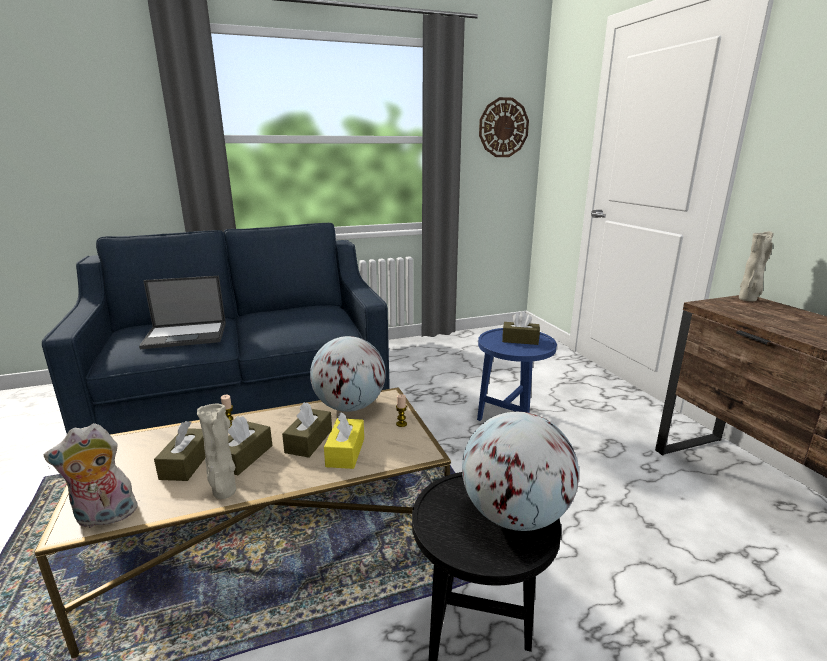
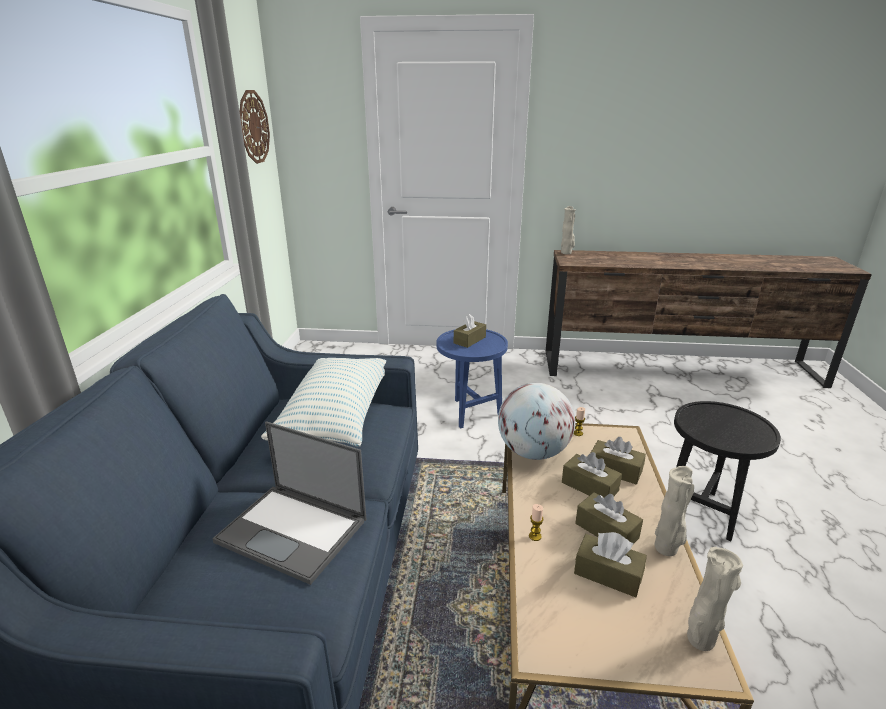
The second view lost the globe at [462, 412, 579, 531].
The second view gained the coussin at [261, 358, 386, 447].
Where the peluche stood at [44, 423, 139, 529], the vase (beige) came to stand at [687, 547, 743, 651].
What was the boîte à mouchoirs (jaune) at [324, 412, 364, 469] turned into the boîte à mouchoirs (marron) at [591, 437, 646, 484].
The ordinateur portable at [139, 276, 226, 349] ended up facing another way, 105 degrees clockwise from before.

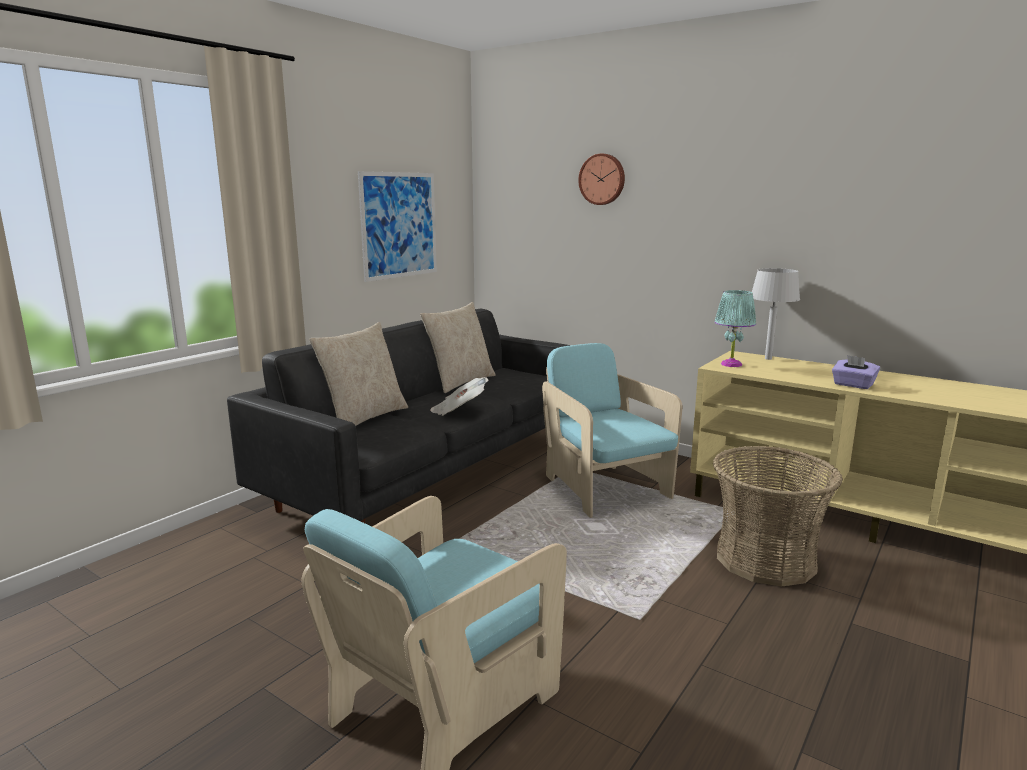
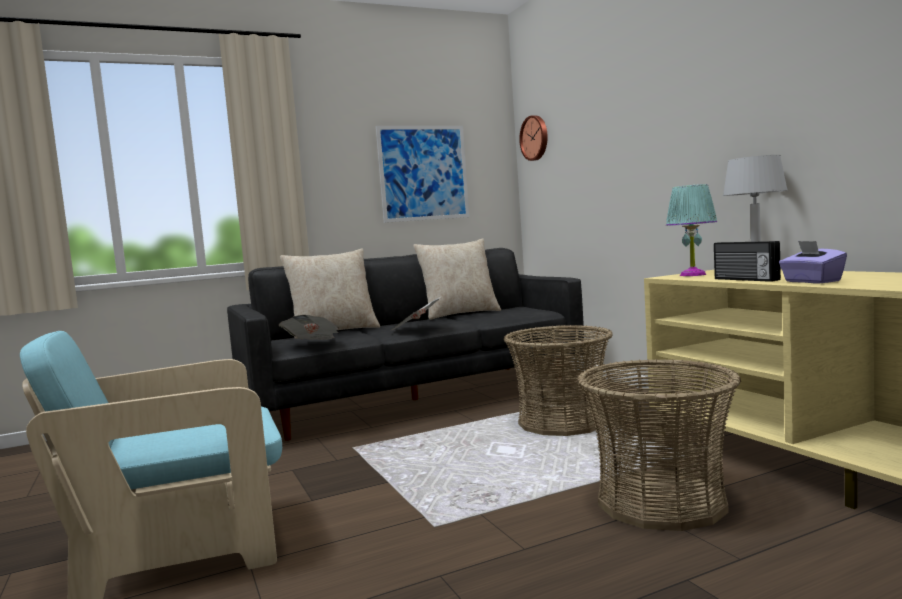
The second view gained the journal at [279, 315, 339, 340].
The second view gained the radio at [714, 241, 781, 282].
The horloge murale ended up elsewhere, having gone from [578, 154, 625, 205] to [519, 116, 548, 161].
Where the fauteuil (turquoise) stood at [542, 343, 683, 518], the panier came to stand at [504, 325, 613, 436].

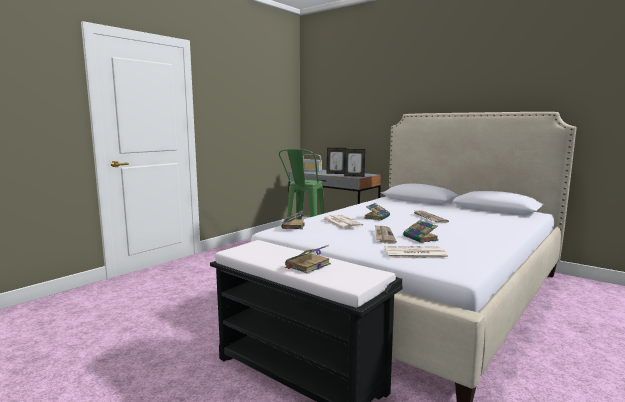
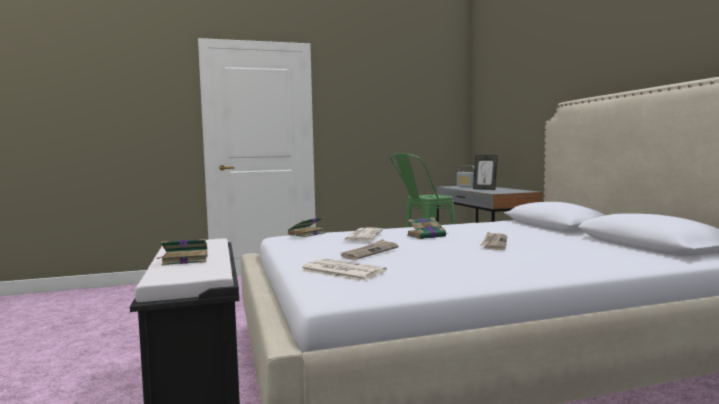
The second view lost the cadre photo at [344, 149, 365, 177].
The second view lost the livre at [403, 220, 439, 243].

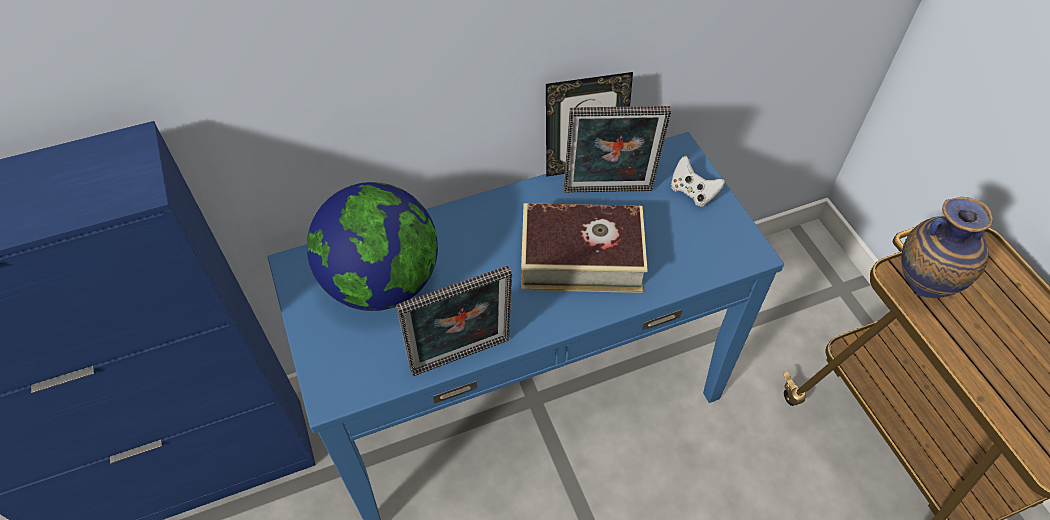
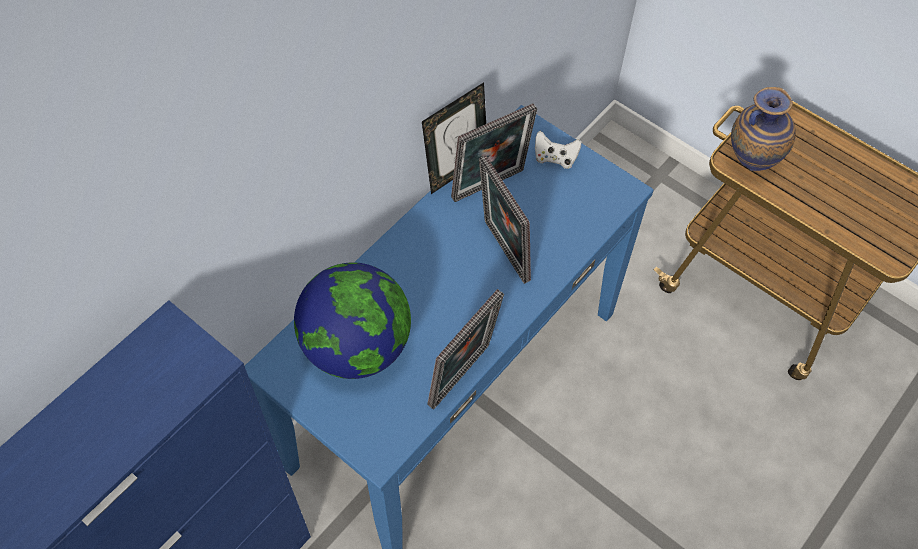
Where the livre stood at [521, 203, 648, 293], the cadre photo came to stand at [479, 155, 531, 284].

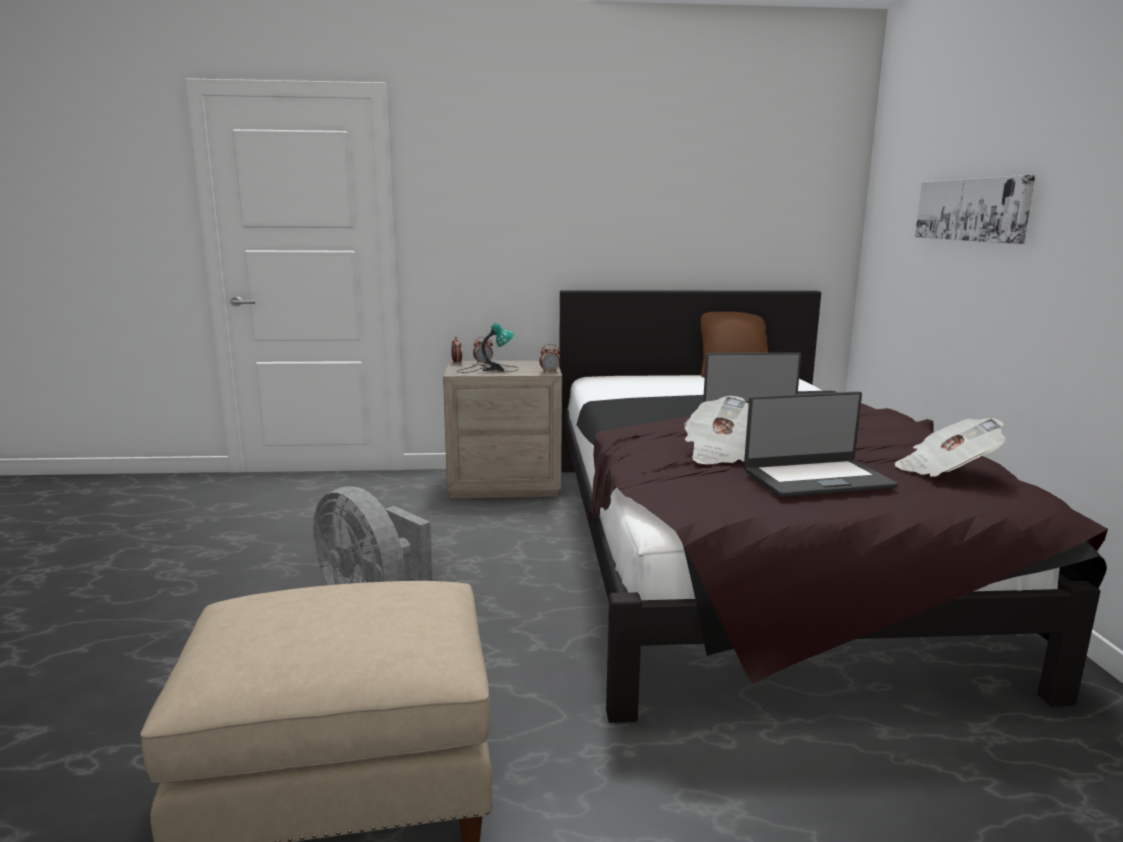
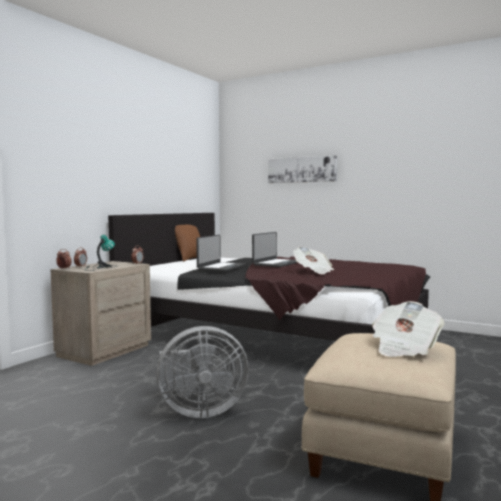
The ordinateur portable ended up elsewhere, having gone from [744, 391, 898, 497] to [196, 235, 246, 271].
The journal ended up elsewhere, having gone from [895, 418, 1006, 477] to [372, 301, 445, 357].

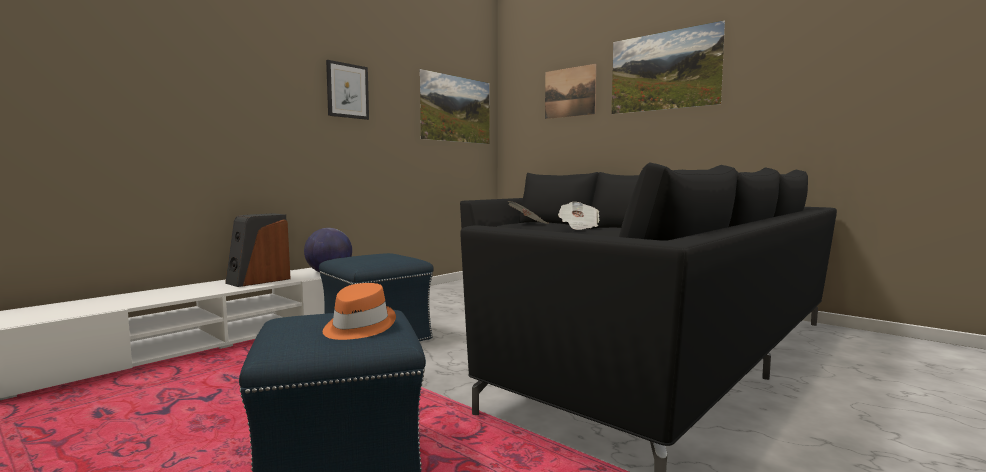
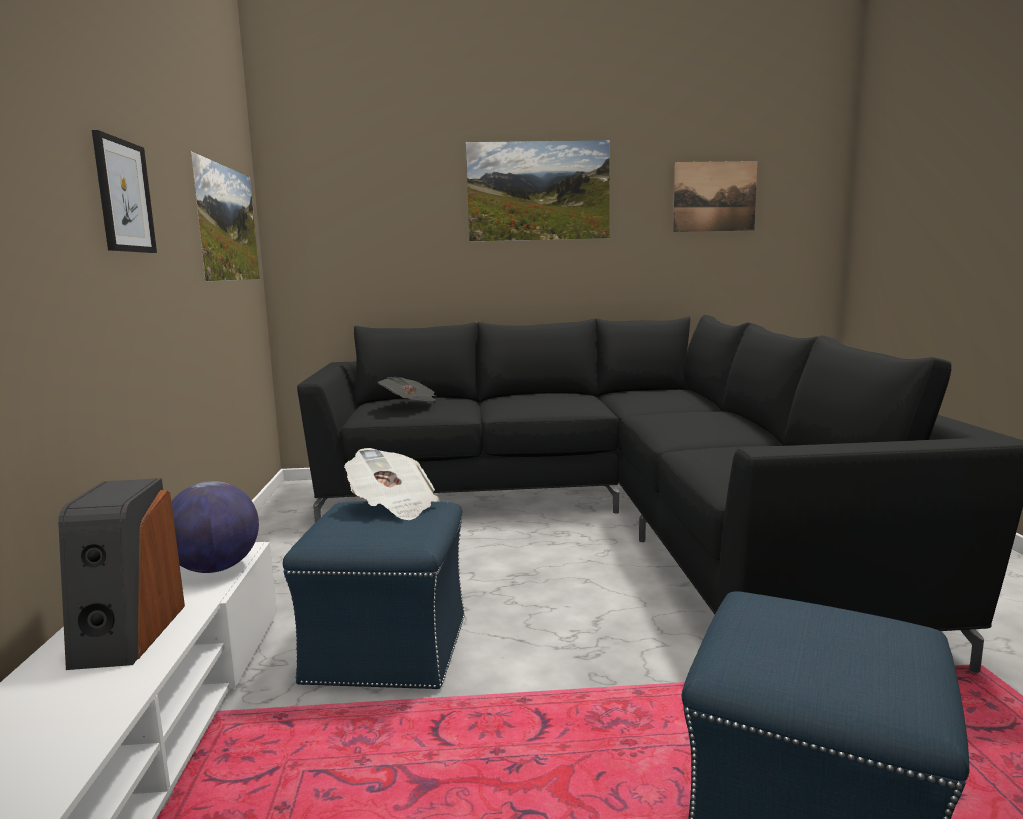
The second view lost the chapeau (orange) at [323, 283, 396, 340].
The tableau ended up elsewhere, having gone from [545, 64, 596, 119] to [673, 161, 757, 232].
The journal ended up elsewhere, having gone from [558, 202, 599, 230] to [344, 448, 439, 520].

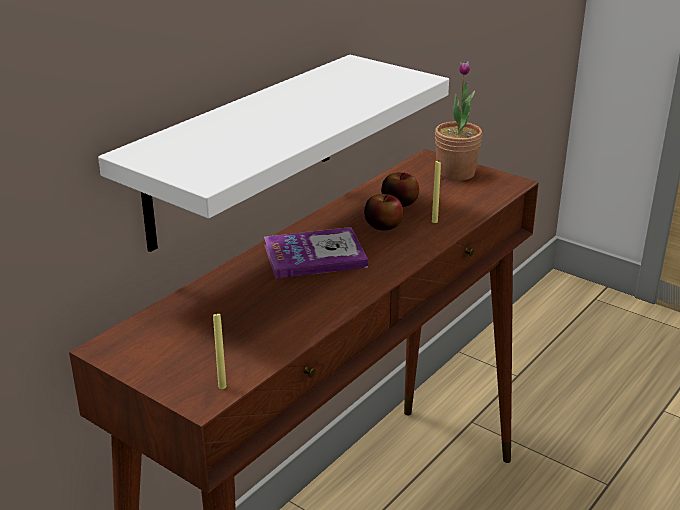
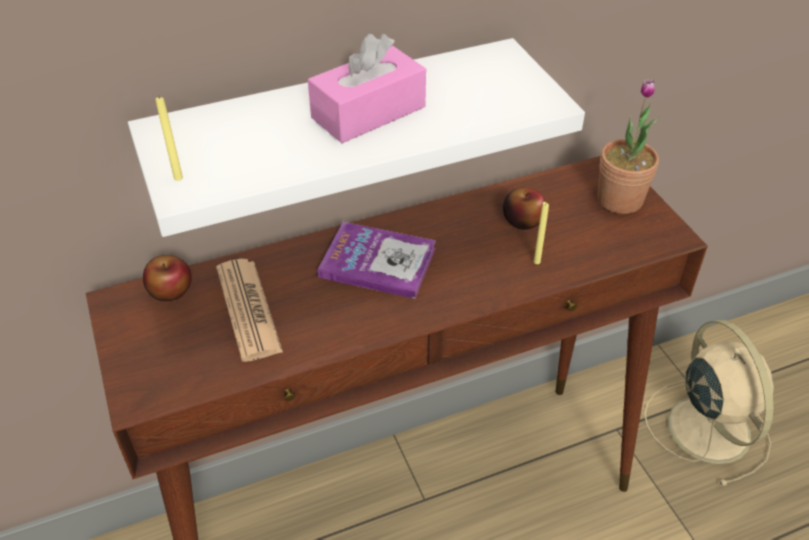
The second view gained the journal at [216, 259, 283, 362].
The second view gained the boîte à mouchoirs (rose) at [308, 34, 426, 143].
The second view gained the ventilateur (beige) at [644, 320, 774, 486].
The bougie (jaune) ended up elsewhere, having gone from [213, 312, 226, 389] to [155, 97, 183, 181].
The pomme ended up elsewhere, having gone from [364, 194, 403, 231] to [143, 255, 192, 301].

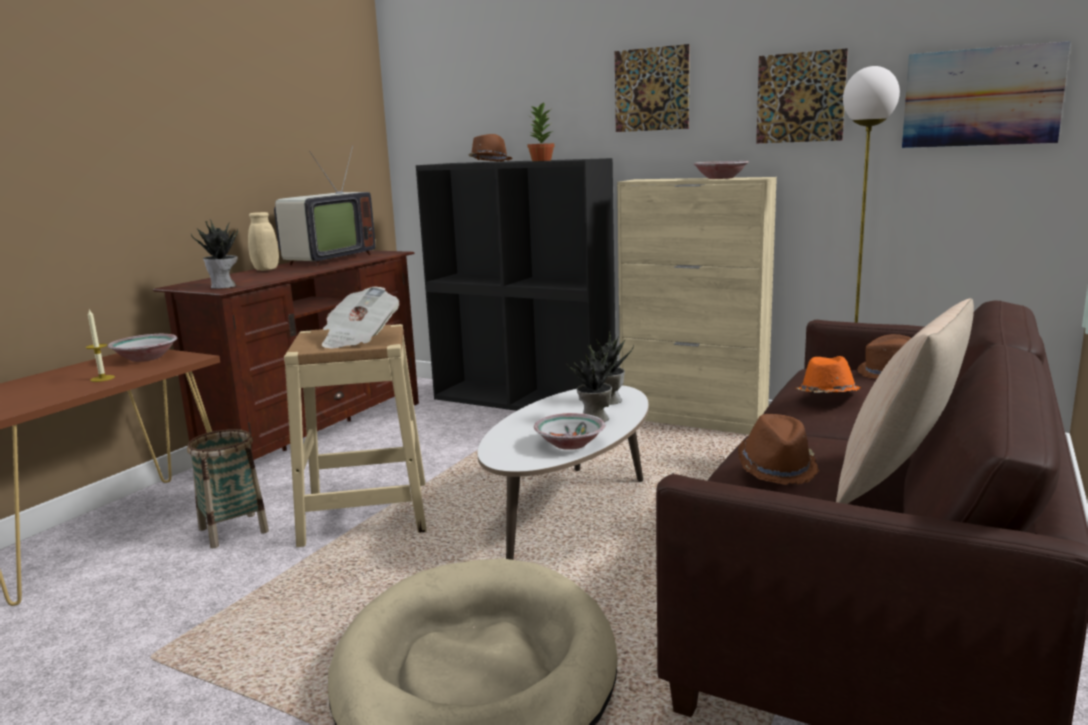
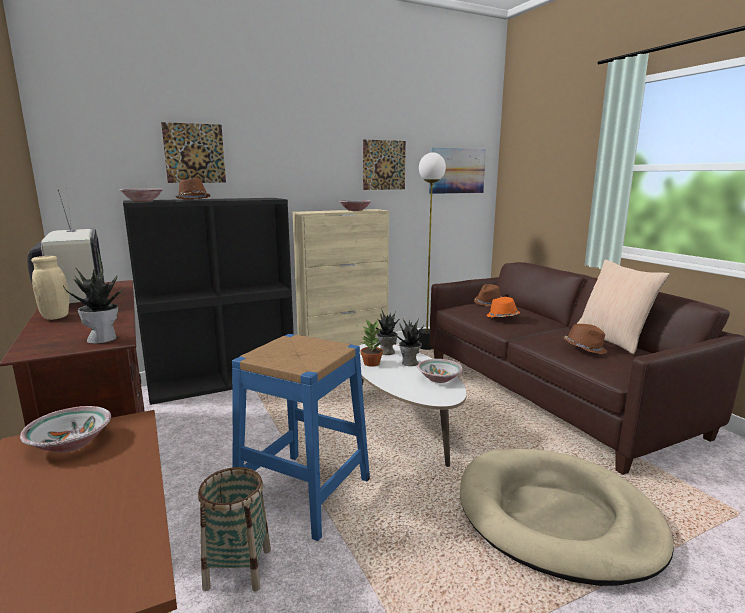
The second view lost the bougie at [86, 309, 115, 382].
The second view lost the journal at [322, 287, 399, 348].
The second view gained the bol at [119, 188, 164, 202].
The plante en pot ended up elsewhere, having gone from [527, 102, 555, 161] to [361, 320, 383, 367].
The tableau ended up elsewhere, having gone from [615, 44, 690, 132] to [161, 122, 226, 183].
What was the tabouret (beige) at [284, 324, 427, 547] turned into the tabouret (bleu) at [232, 334, 370, 541].

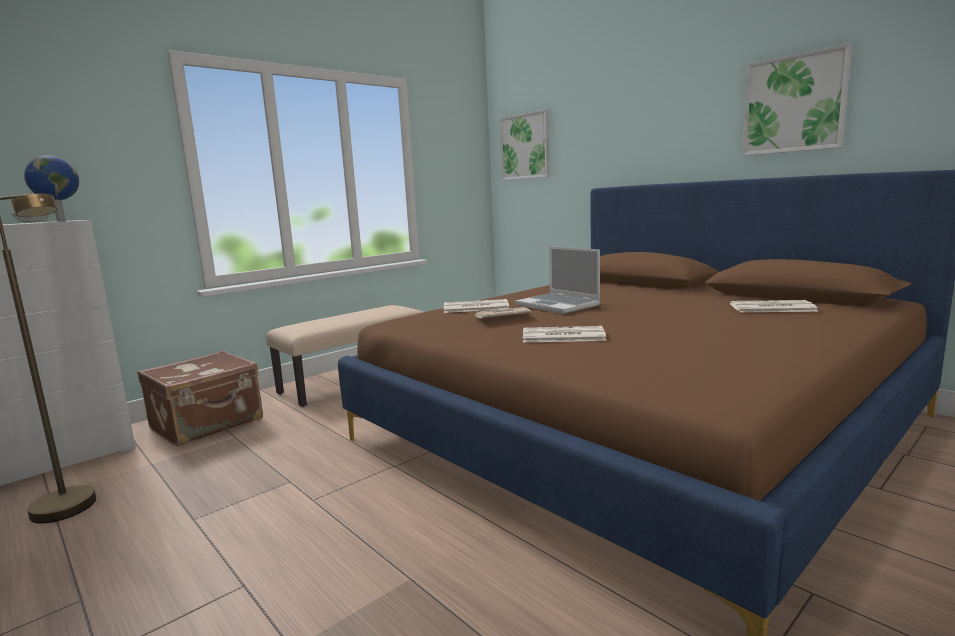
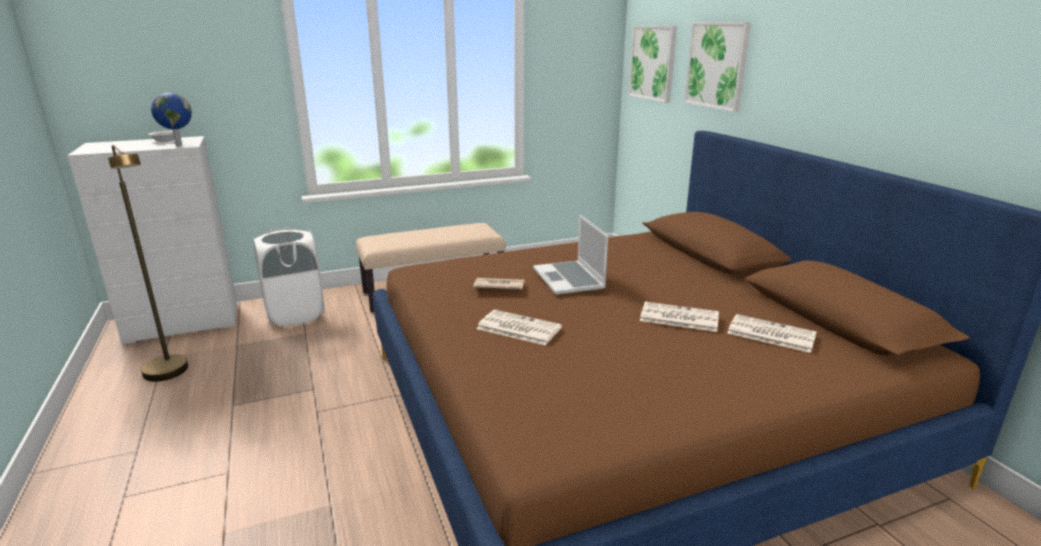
The journal ended up elsewhere, having gone from [444, 299, 509, 313] to [640, 302, 719, 332].
The tableau ended up elsewhere, having gone from [742, 43, 852, 156] to [684, 22, 751, 112].
Where the valise (marron) stood at [137, 351, 263, 447], the panier à linge (blanc) came to stand at [253, 227, 325, 326].

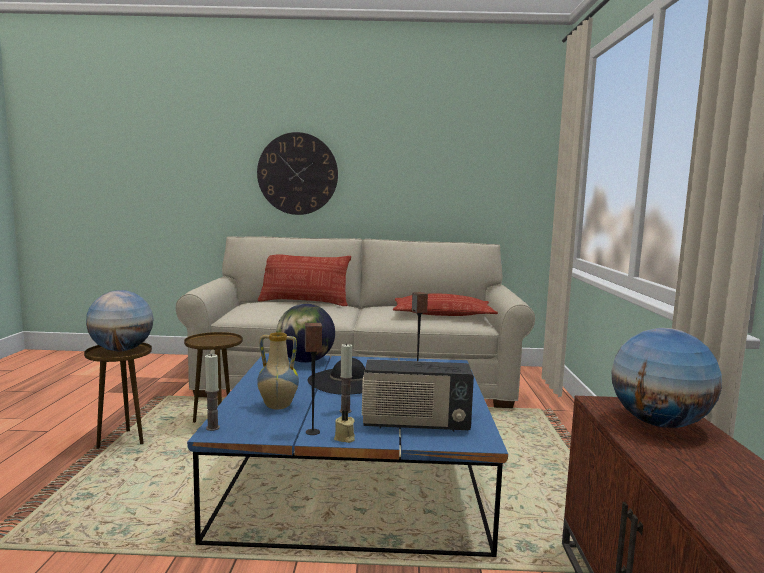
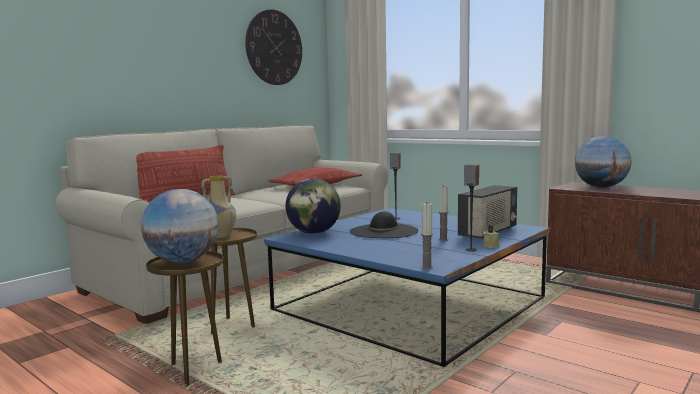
The horloge murale ended up elsewhere, having gone from [257, 132, 338, 215] to [245, 9, 302, 85].
The vase ended up elsewhere, having gone from [257, 332, 299, 409] to [202, 176, 236, 238].

